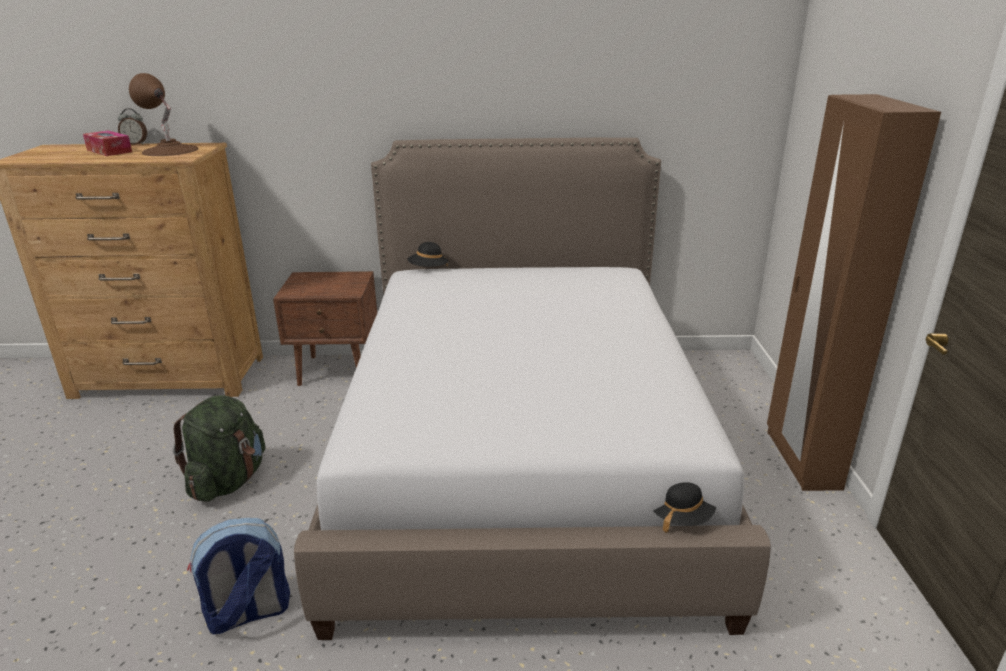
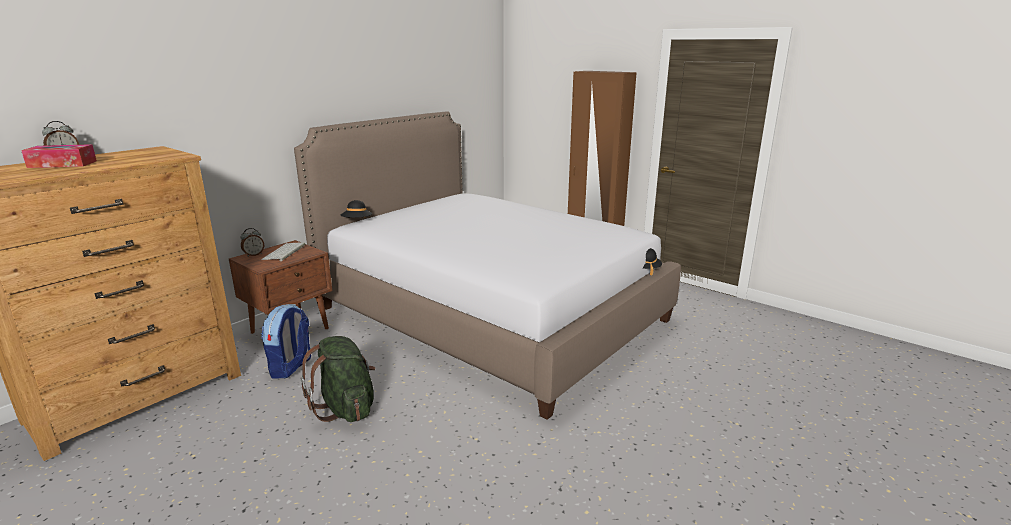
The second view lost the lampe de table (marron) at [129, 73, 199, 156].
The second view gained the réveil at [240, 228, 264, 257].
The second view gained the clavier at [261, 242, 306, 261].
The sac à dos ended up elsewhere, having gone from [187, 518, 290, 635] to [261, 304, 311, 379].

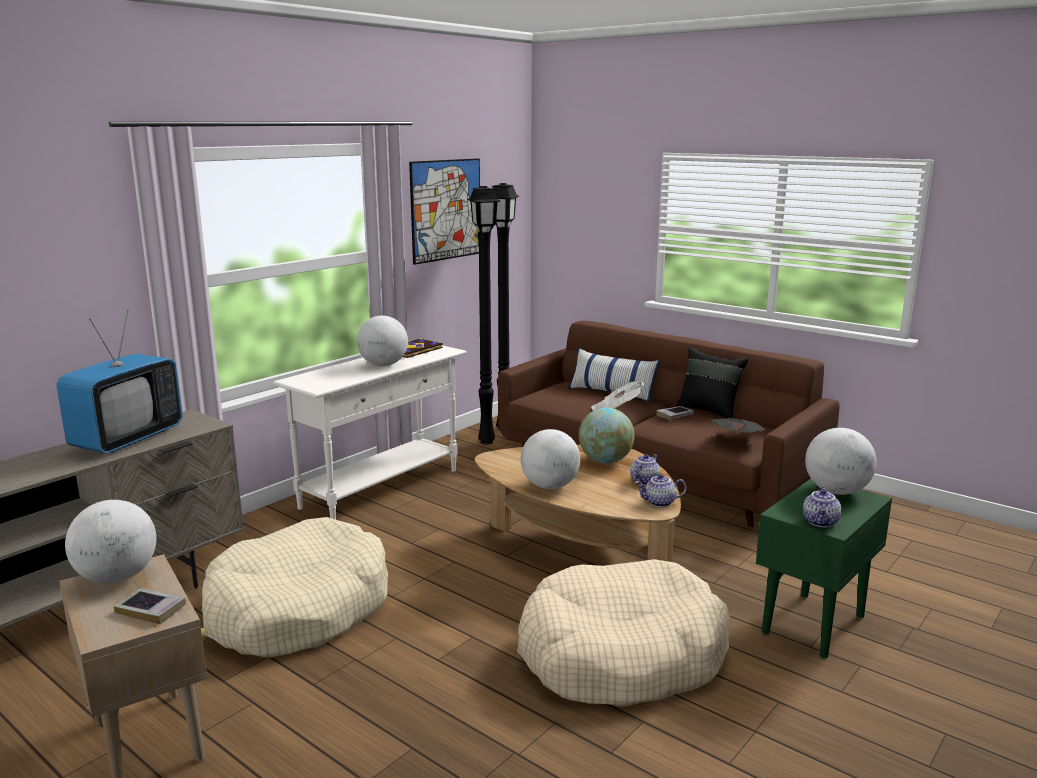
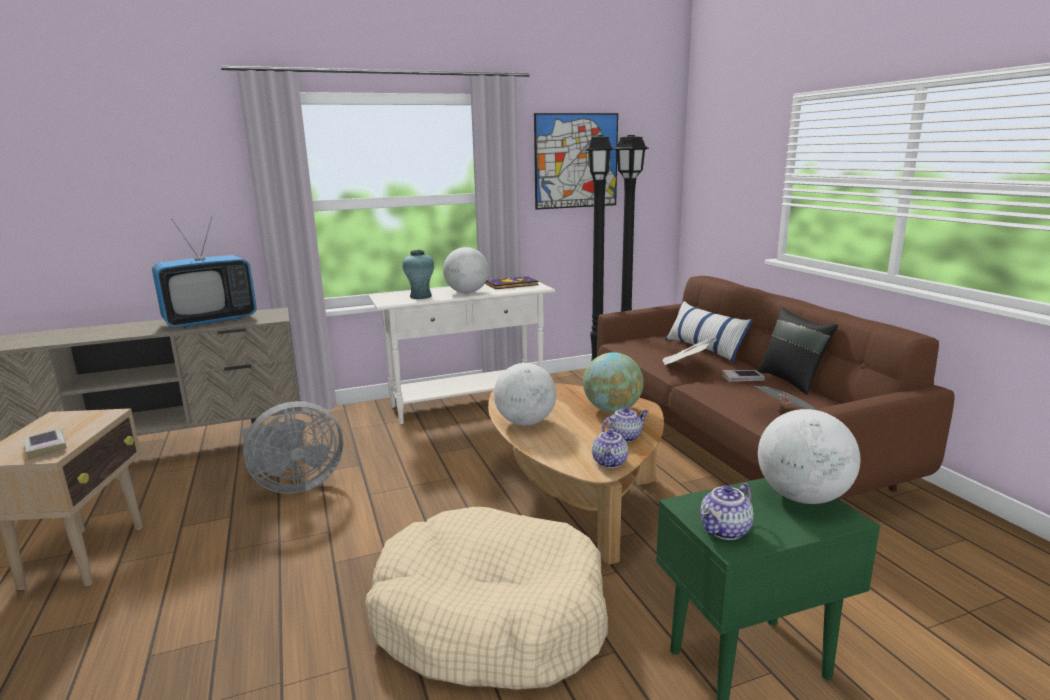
The second view lost the globe at [65, 500, 156, 583].
The second view gained the vase (turquoise) at [402, 250, 434, 299].
Where the panier pour chien (beige) stood at [202, 517, 388, 657], the ventilateur (gris) came to stand at [242, 401, 343, 494].
The théière at [635, 474, 687, 507] ended up facing another way, 105 degrees counterclockwise from before.

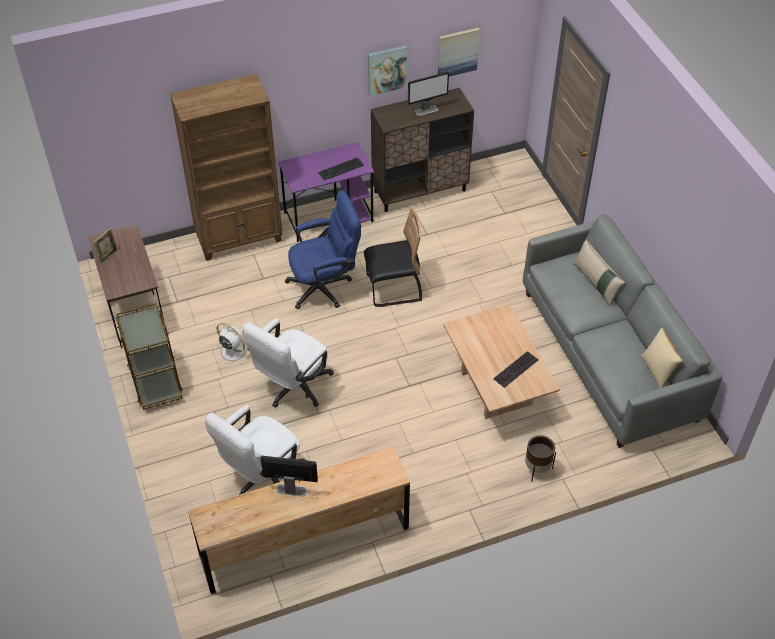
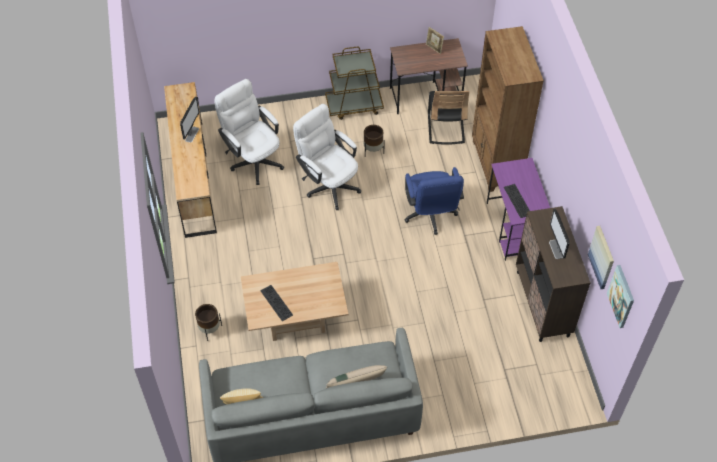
The chaise (noir) ended up elsewhere, having gone from [364, 208, 422, 307] to [428, 91, 469, 145].
The tableau ended up elsewhere, having gone from [368, 45, 407, 96] to [607, 265, 634, 328].
Where the ventilateur (blanc) stood at [214, 323, 250, 364], the cache-pot (marron) came to stand at [364, 125, 385, 157].

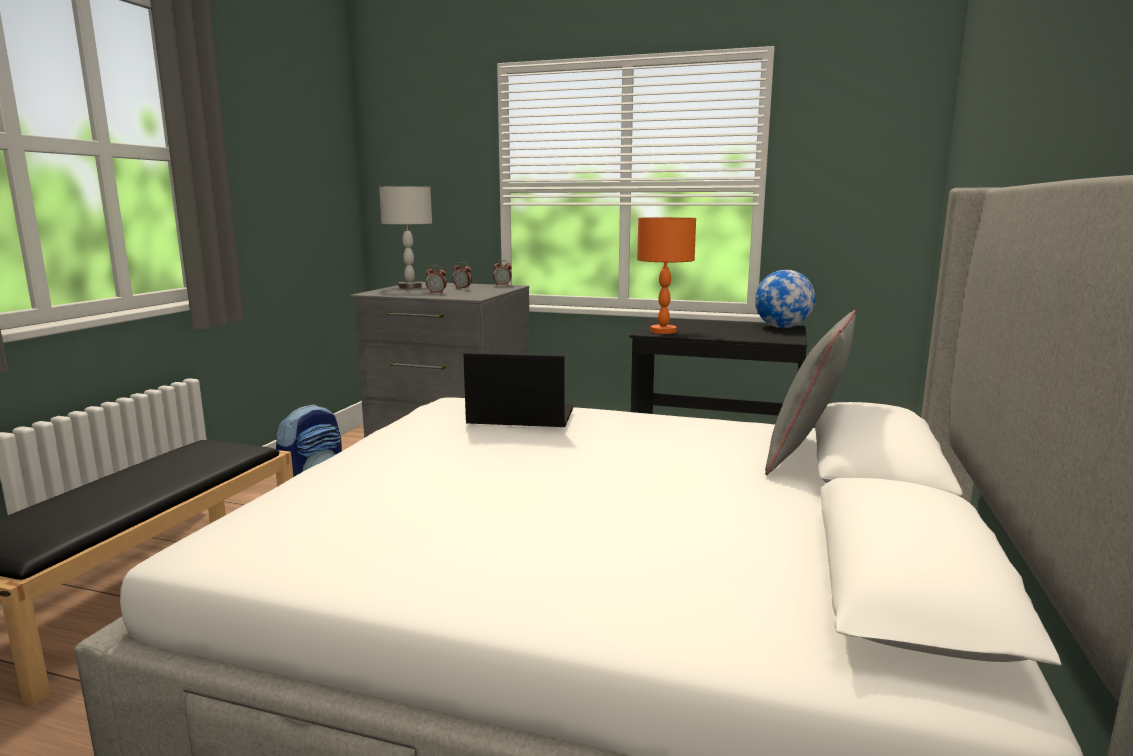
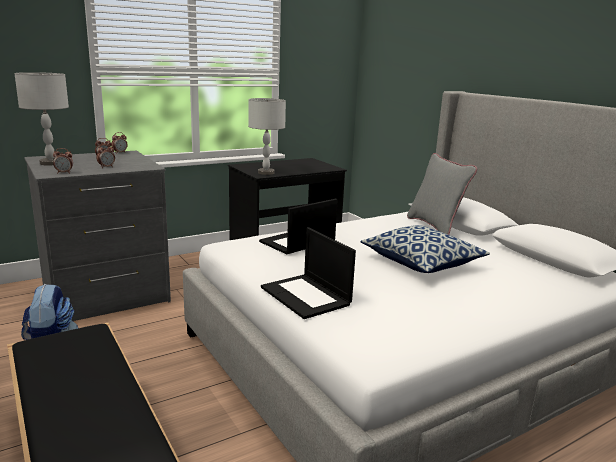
The second view lost the globe at [755, 270, 815, 328].
The second view gained the réveil at [53, 148, 73, 174].
The second view gained the ordinateur portable at [261, 227, 356, 319].
The second view gained the coussin at [360, 225, 490, 273].
What was the lampe de table (orange) at [637, 217, 696, 334] turned into the lampe de table (gris) at [248, 98, 286, 175].

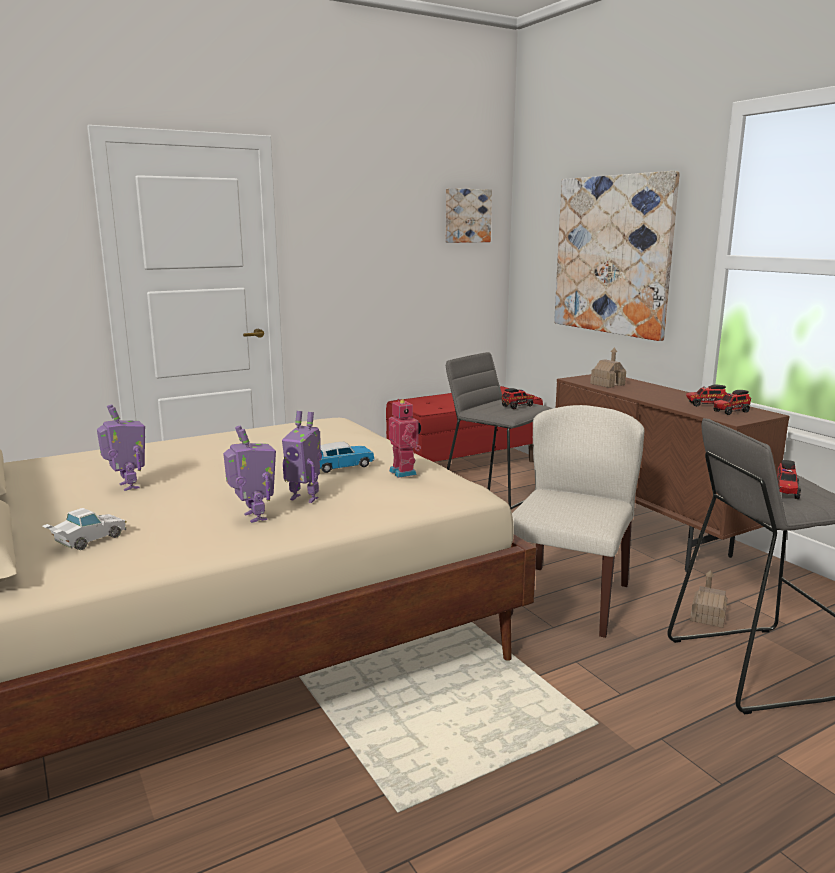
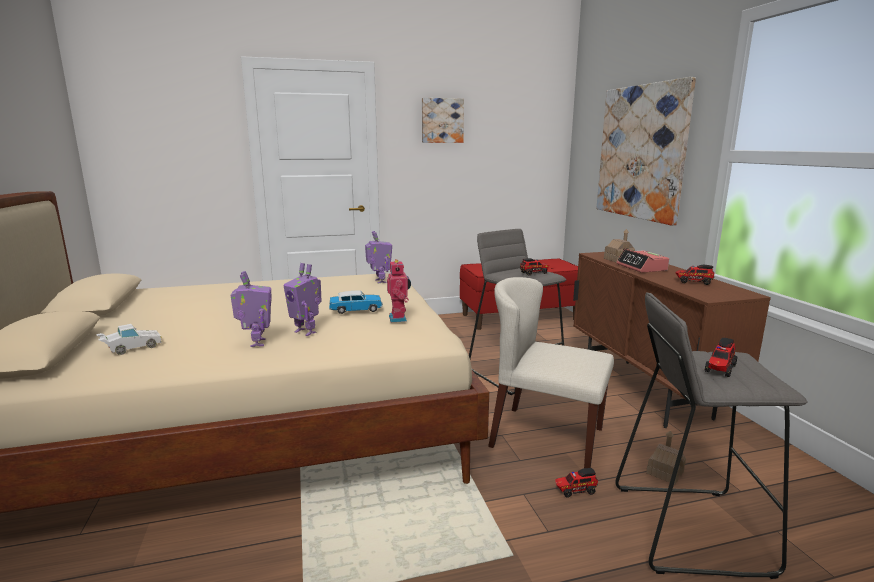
The second view gained the réveil at [616, 249, 669, 273].
The robot jouet ended up elsewhere, having gone from [97, 404, 145, 491] to [365, 231, 392, 283].
The tableau ended up elsewhere, having gone from [446, 188, 492, 243] to [422, 98, 464, 143].
The camion jouet ended up elsewhere, having gone from [714, 390, 751, 415] to [556, 468, 598, 498].
The chaise (beige) at [511, 405, 645, 638] ended up facing another way, 105 degrees counterclockwise from before.

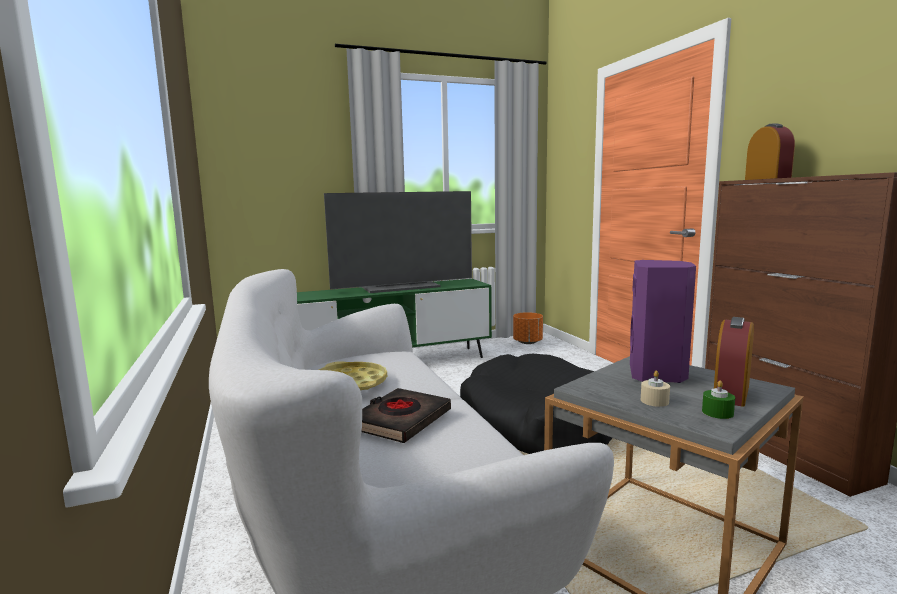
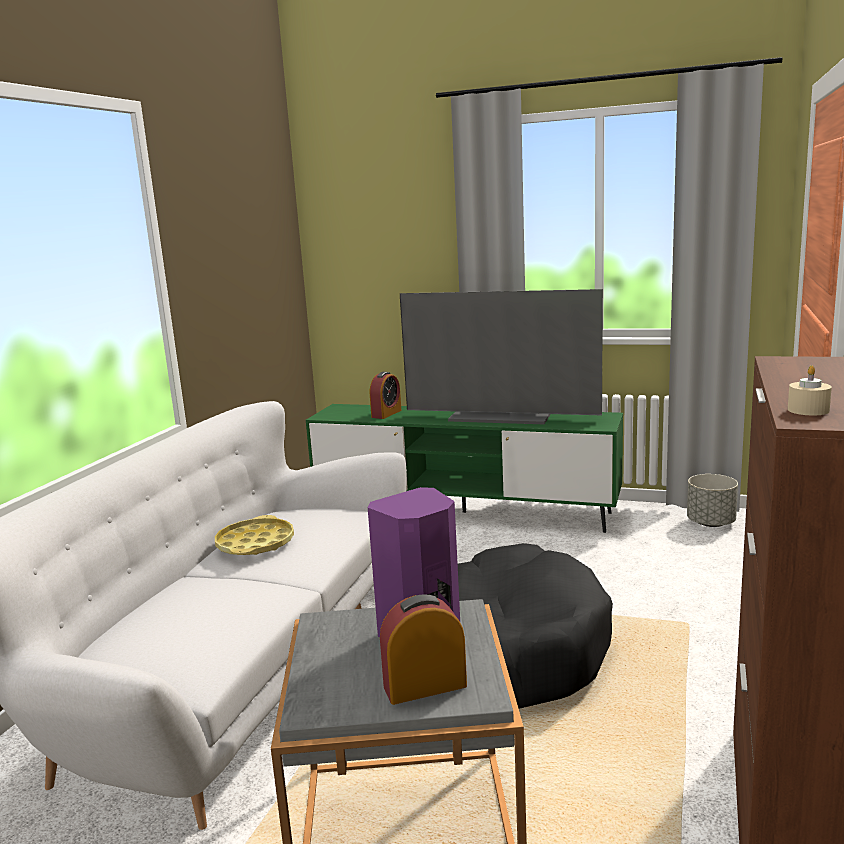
The second view lost the livre (noir) at [361, 388, 451, 443].
The second view lost the bougie (vert) at [702, 380, 735, 419].
The bougie (beige) ended up elsewhere, having gone from [641, 371, 670, 407] to [788, 365, 832, 415].
The réveil ended up elsewhere, having gone from [745, 124, 795, 180] to [370, 372, 401, 419].
What was the cache-pot (orange) at [513, 312, 543, 344] turned into the cache-pot (gris) at [687, 474, 738, 527].

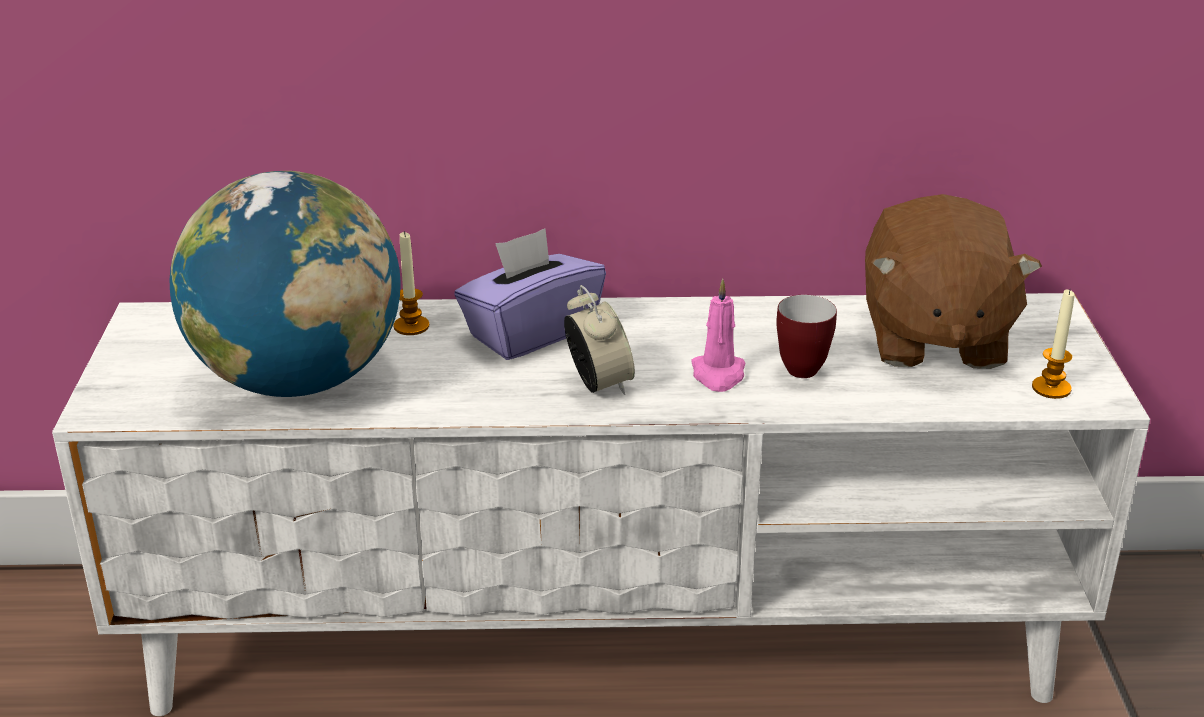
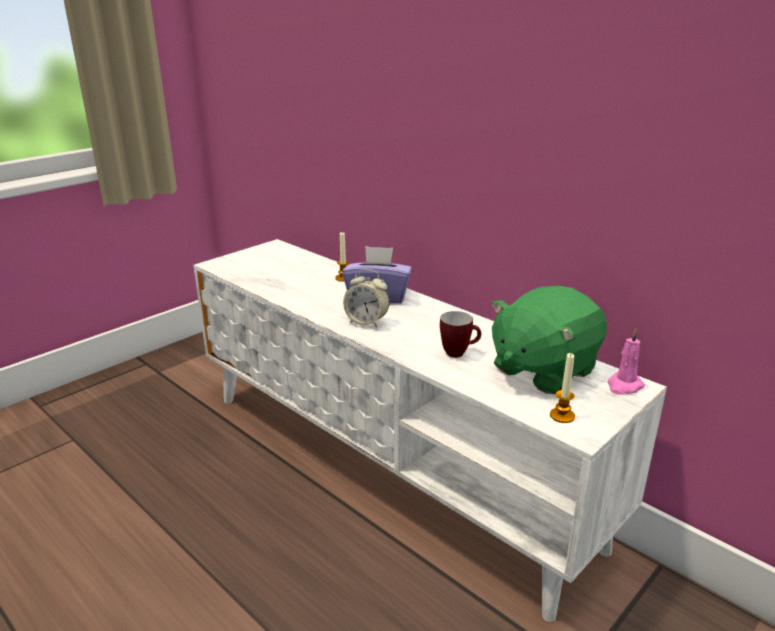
The second view lost the globe at [170, 171, 401, 397].
The bougie (rose) ended up elsewhere, having gone from [691, 279, 745, 392] to [607, 328, 645, 395].
What was the peluche (marron) at [865, 194, 1042, 369] turned into the peluche (vert) at [491, 286, 607, 394].
The réveil at [564, 285, 635, 395] ended up facing another way, 90 degrees clockwise from before.

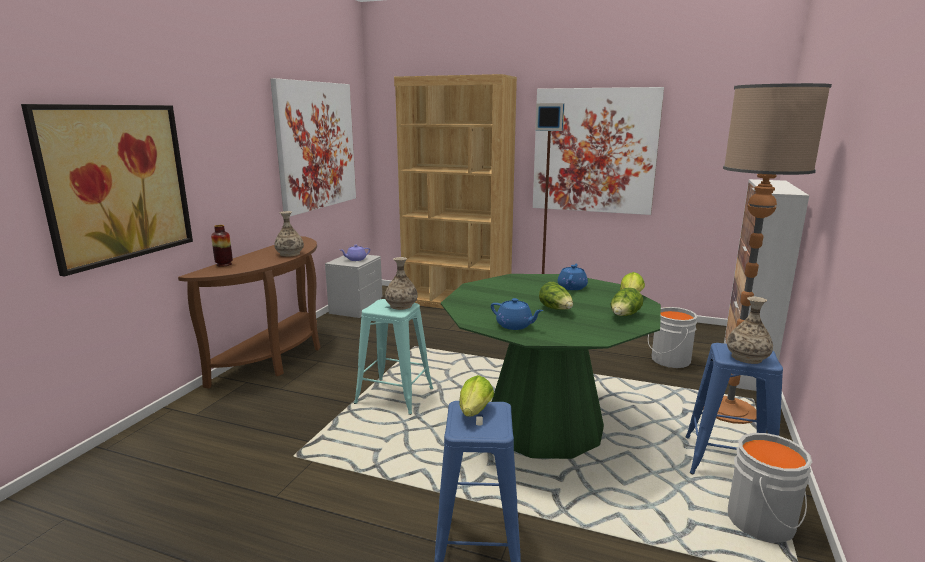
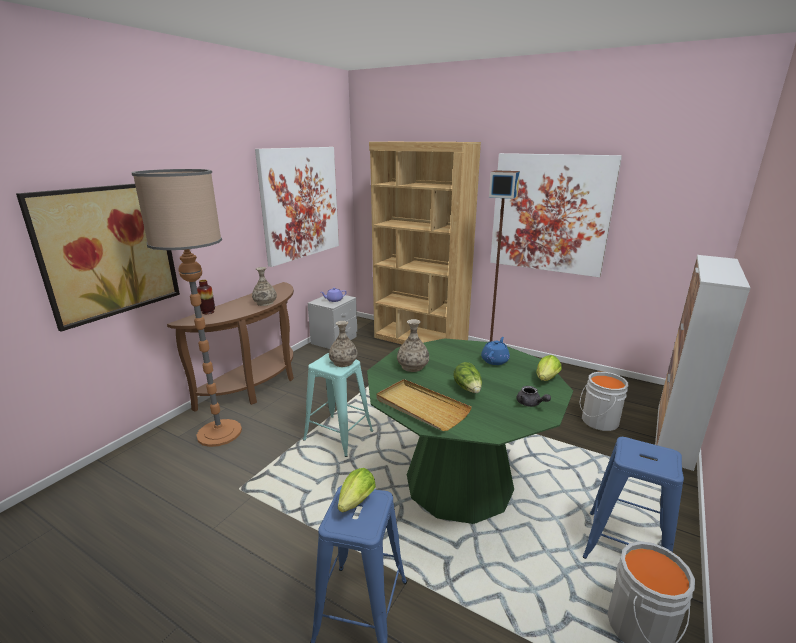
The lampadaire ended up elsewhere, having gone from [703, 83, 832, 424] to [131, 169, 242, 447].
The vase ended up elsewhere, having gone from [727, 297, 773, 364] to [397, 319, 429, 372].
Where the théière (bleu) stood at [491, 298, 543, 330], the plateau (beige) came to stand at [376, 379, 472, 431].
Where the laitue stood at [611, 287, 643, 316], the théière (gris) came to stand at [516, 386, 551, 407].

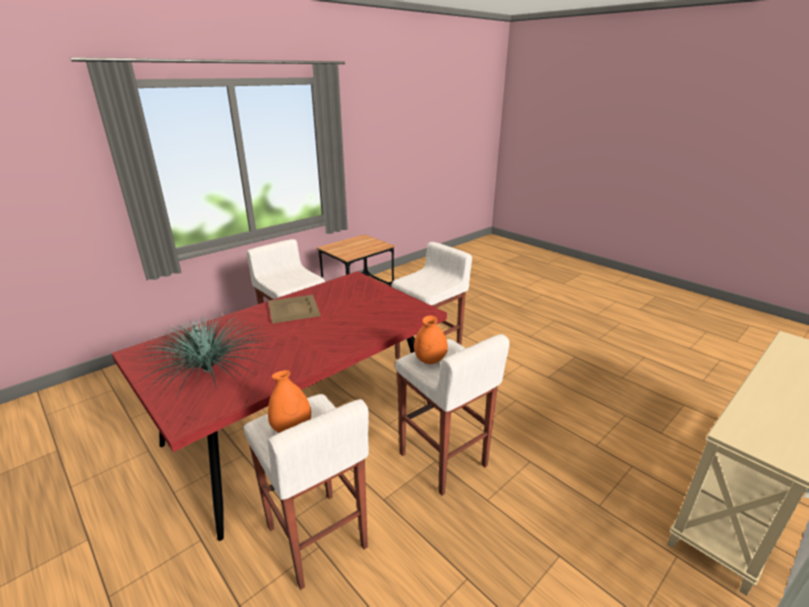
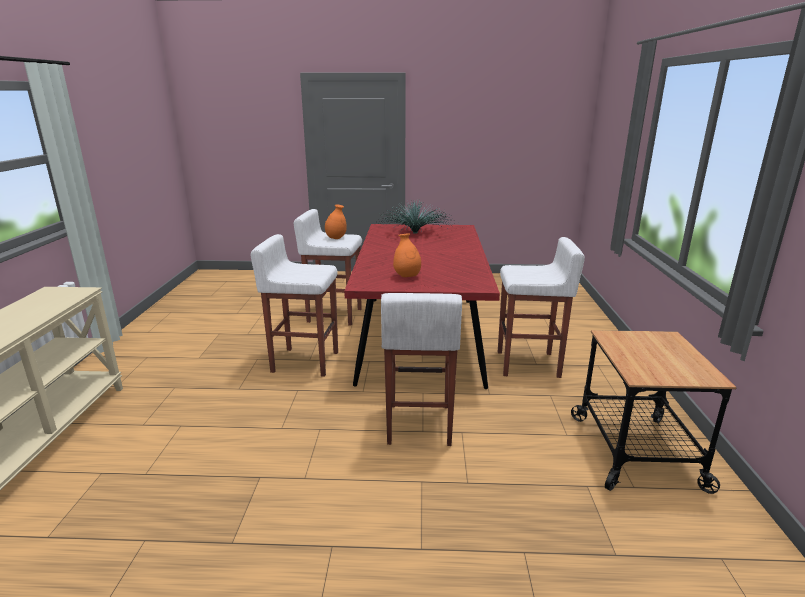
The second view lost the plateau (beige) at [268, 295, 320, 324].
The vase (orange) ended up elsewhere, having gone from [414, 315, 448, 364] to [393, 233, 421, 277].

